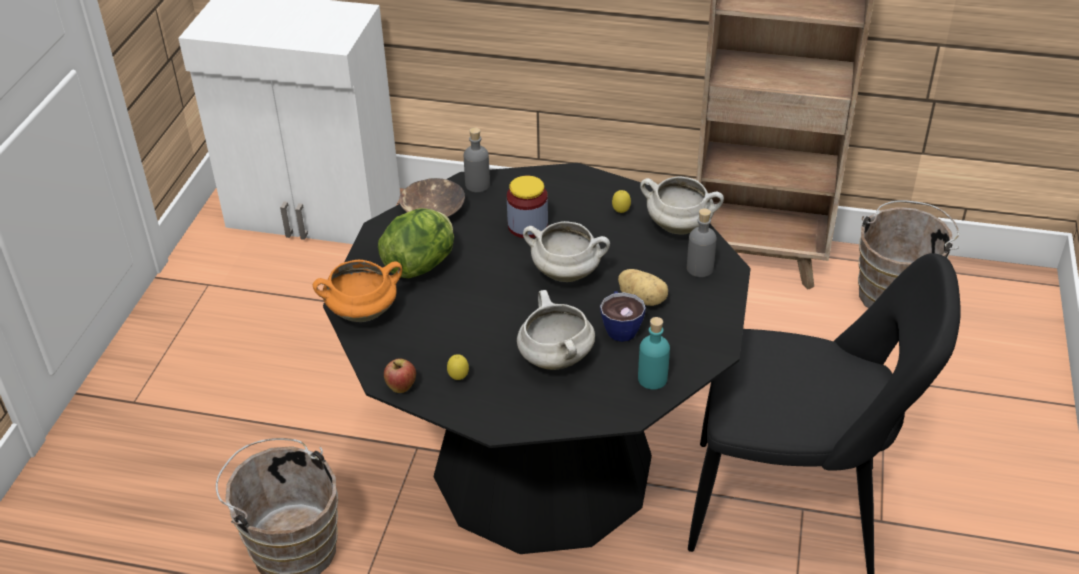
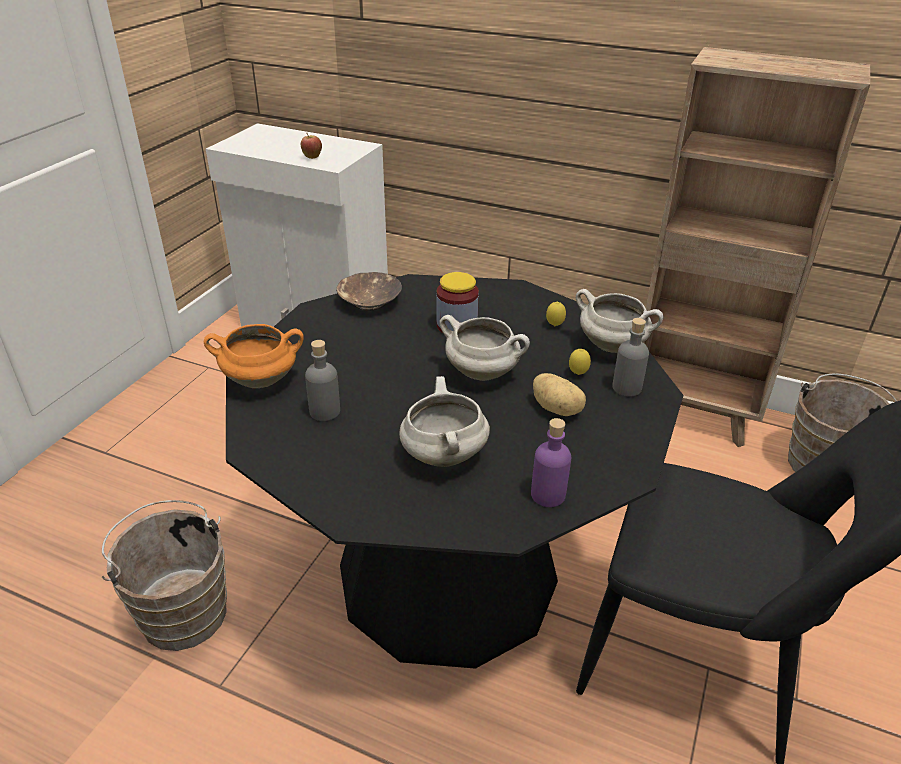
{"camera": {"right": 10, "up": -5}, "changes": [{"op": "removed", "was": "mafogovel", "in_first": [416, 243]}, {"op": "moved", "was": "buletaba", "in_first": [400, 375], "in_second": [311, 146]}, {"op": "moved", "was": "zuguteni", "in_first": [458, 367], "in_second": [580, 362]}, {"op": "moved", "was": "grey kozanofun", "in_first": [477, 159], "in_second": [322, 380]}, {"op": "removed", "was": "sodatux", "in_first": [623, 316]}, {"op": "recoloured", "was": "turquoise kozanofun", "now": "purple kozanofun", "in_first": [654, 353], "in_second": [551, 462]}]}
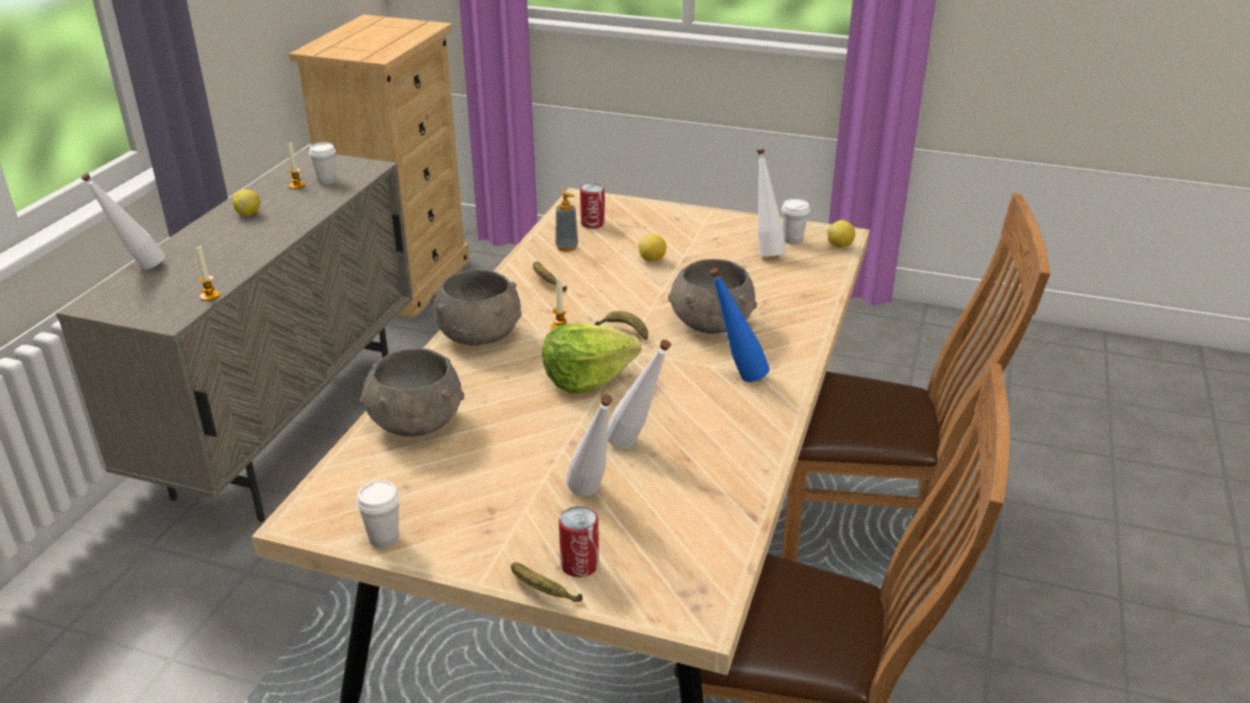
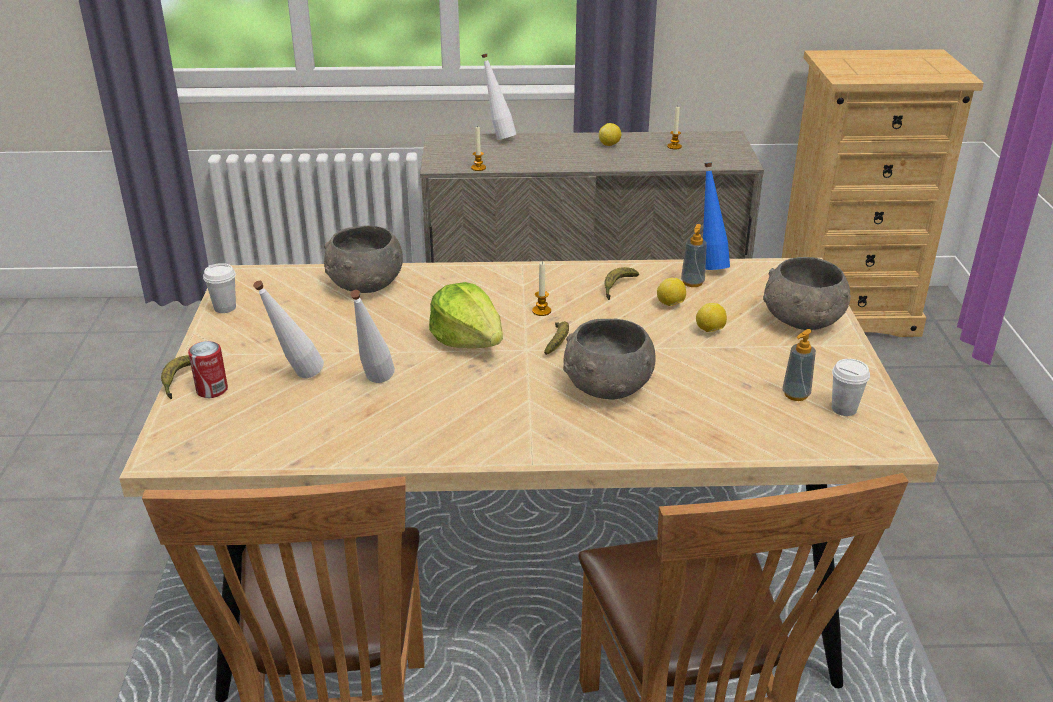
{"camera": {"right": 70, "up": 0}, "changes": [{"op": "removed", "was": "white sodatux", "in_first": [322, 163]}, {"op": "moved", "was": "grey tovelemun", "in_first": [478, 307], "in_second": [807, 293]}, {"op": "removed", "was": "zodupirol", "in_first": [592, 205]}, {"op": "moved", "was": "blue kozanofun", "in_first": [740, 325], "in_second": [716, 216]}, {"op": "replaced", "was": "white kozanofun", "now": "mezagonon", "in_first": [771, 202], "in_second": [799, 365]}, {"op": "moved", "was": "zuguteni", "in_first": [841, 233], "in_second": [671, 292]}]}
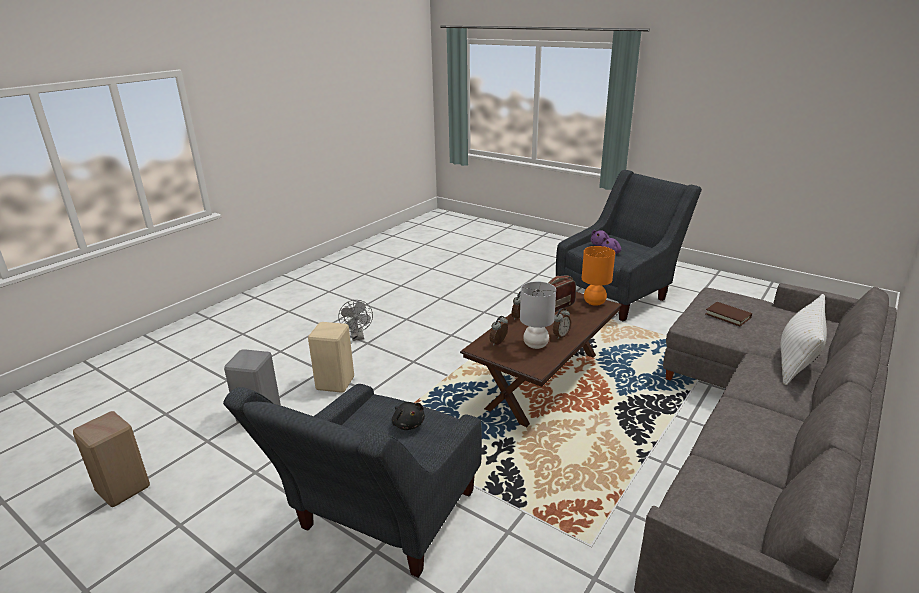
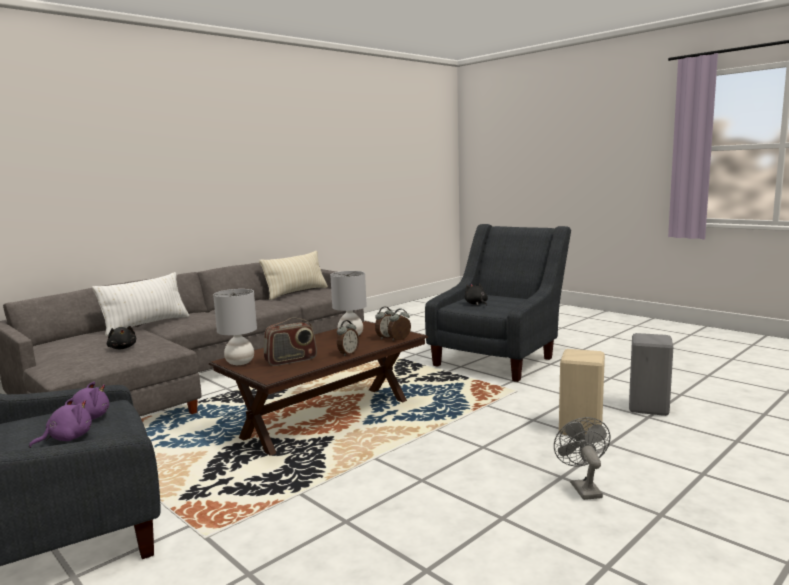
{"camera": {"right": -170, "up": -15}, "changes": [{"op": "removed", "was": "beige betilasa", "in_first": [111, 459]}, {"op": "moved", "was": "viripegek", "in_first": [562, 323], "in_second": [399, 324]}, {"op": "recoloured", "was": "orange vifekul", "now": "grey vifekul", "in_first": [598, 276], "in_second": [235, 327]}, {"op": "replaced", "was": "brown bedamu", "now": "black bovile", "in_first": [728, 314], "in_second": [121, 337]}, {"op": "added", "now": "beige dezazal", "in_second": [293, 275]}]}
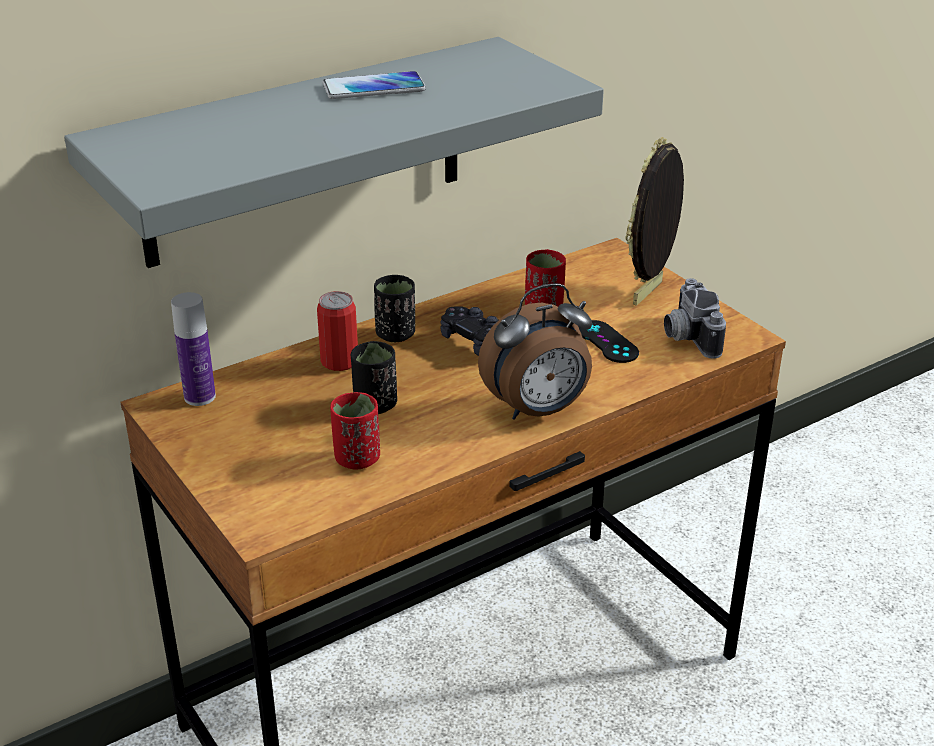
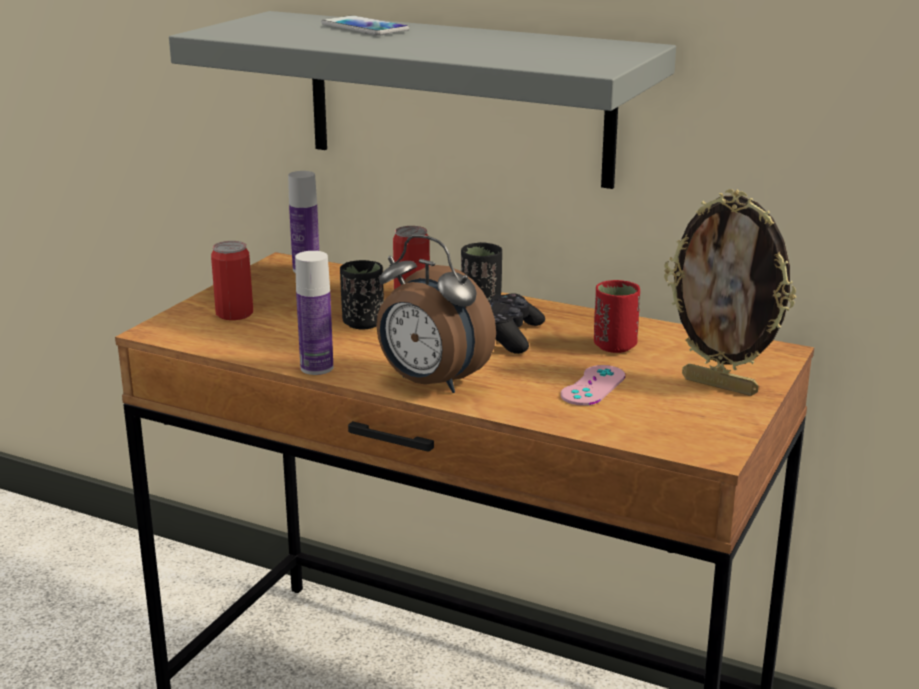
{"camera": {"right": 60, "up": -10}, "changes": [{"op": "moved", "was": "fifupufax", "in_first": [374, 85], "in_second": [365, 25]}, {"op": "removed", "was": "red sodatux", "in_first": [355, 430]}, {"op": "recoloured", "was": "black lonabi", "now": "pink lonabi", "in_first": [608, 341], "in_second": [593, 385]}, {"op": "turned", "was": "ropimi", "in_first": [655, 221], "in_second": [730, 292], "clockwise": -150}, {"op": "removed", "was": "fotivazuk", "in_first": [695, 318]}, {"op": "added", "now": "zodupirol", "in_second": [232, 280]}, {"op": "added", "now": "kozanofun", "in_second": [314, 313]}]}
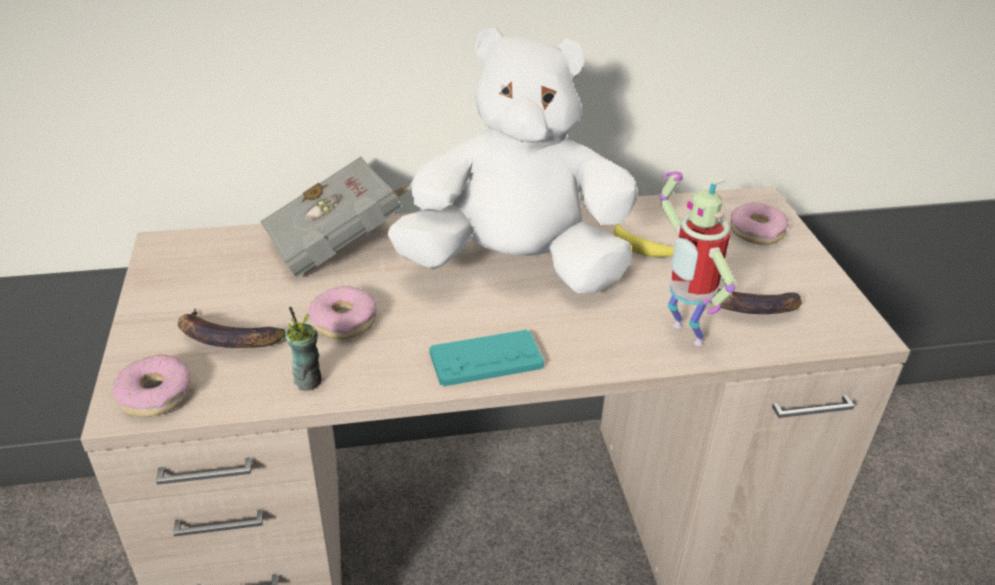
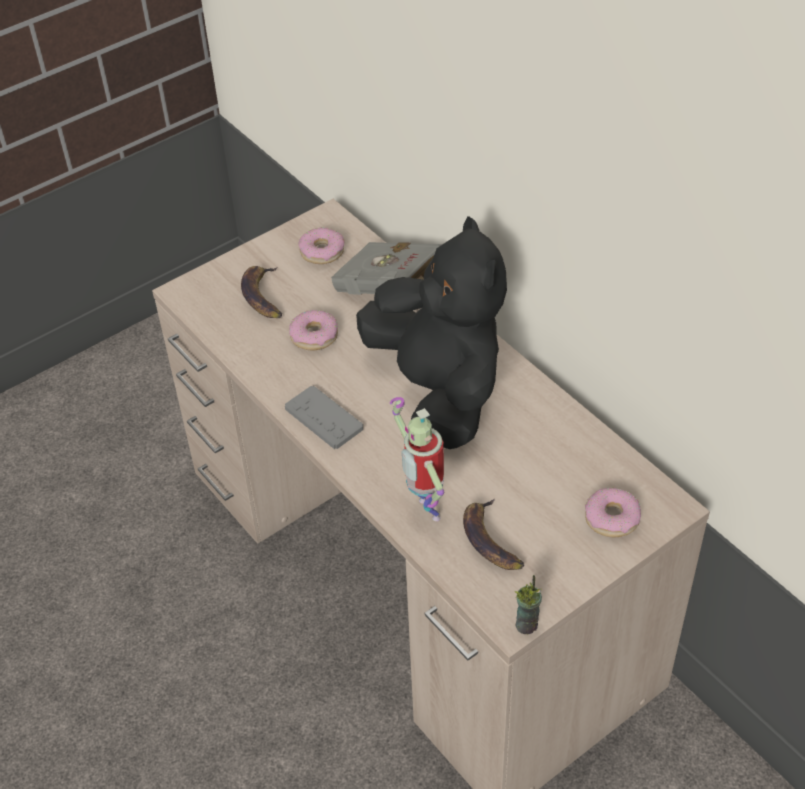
{"camera": {"right": 65, "up": 10}, "changes": [{"op": "moved", "was": "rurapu", "in_first": [151, 385], "in_second": [321, 245]}, {"op": "moved", "was": "sodatux", "in_first": [303, 348], "in_second": [528, 604]}, {"op": "recoloured", "was": "white bovile", "now": "black bovile", "in_first": [513, 160], "in_second": [431, 332]}, {"op": "recoloured", "was": "turquoise lonabi", "now": "grey lonabi", "in_first": [486, 358], "in_second": [324, 417]}, {"op": "removed", "was": "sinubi", "in_first": [644, 240]}, {"op": "turned", "was": "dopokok", "in_first": [698, 259], "in_second": [417, 459], "clockwise": -60}]}
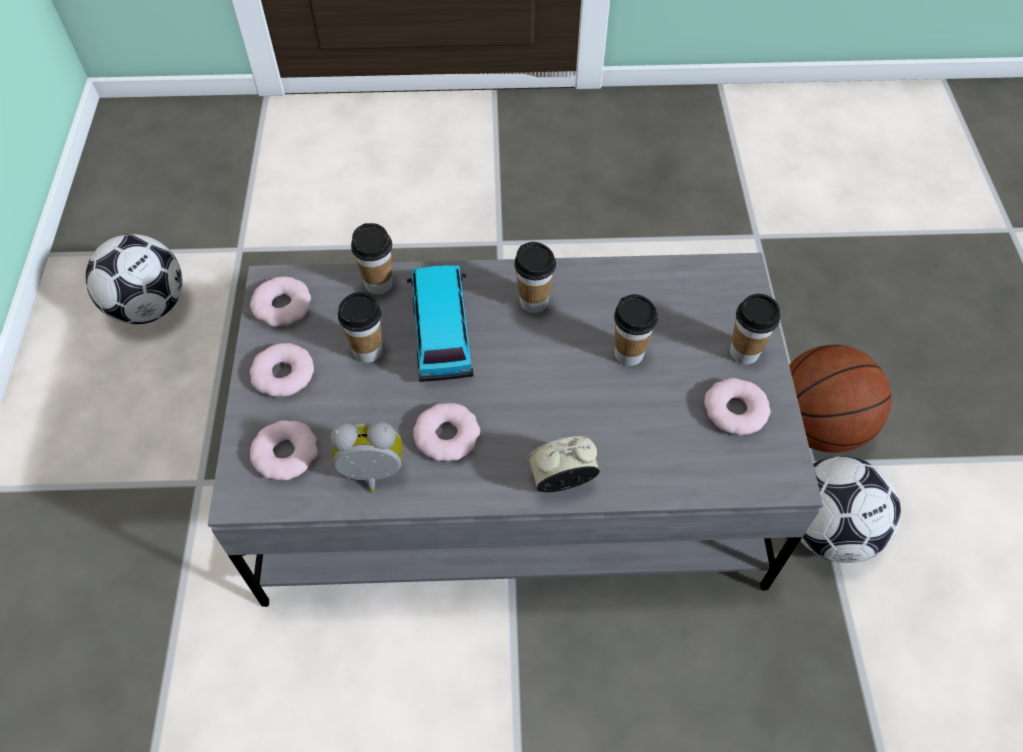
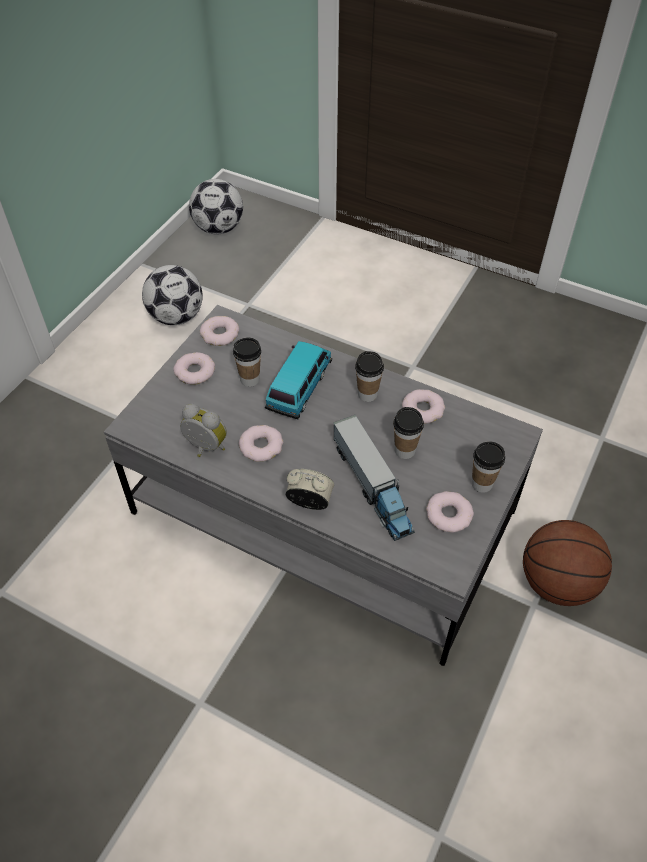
{"camera": {"right": 30, "up": -5}, "changes": [{"op": "moved", "was": "rurapu", "in_first": [284, 450], "in_second": [423, 406]}, {"op": "removed", "was": "sodatux", "in_first": [372, 259]}, {"op": "moved", "was": "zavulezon", "in_first": [850, 509], "in_second": [216, 206]}, {"op": "added", "now": "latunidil", "in_second": [374, 478]}]}
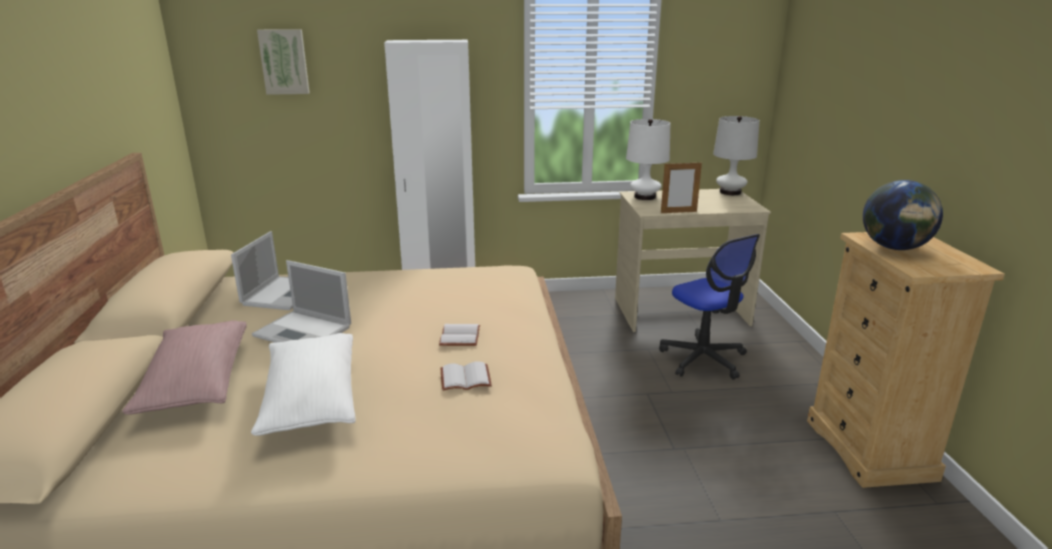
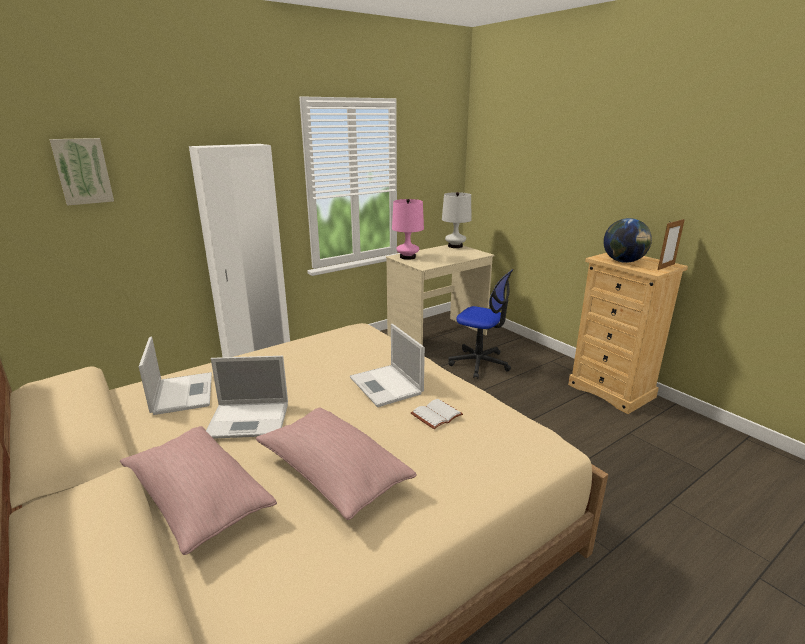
{"camera": {"right": -30, "up": 0}, "changes": [{"op": "recoloured", "was": "white dezazal", "now": "pink dezazal", "in_first": [303, 384], "in_second": [336, 463]}, {"op": "replaced", "was": "white bedamu", "now": "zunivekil", "in_first": [459, 335], "in_second": [387, 365]}, {"op": "recoloured", "was": "white vifekul", "now": "pink vifekul", "in_first": [648, 159], "in_second": [408, 229]}, {"op": "moved", "was": "ropimi", "in_first": [681, 187], "in_second": [671, 244]}]}
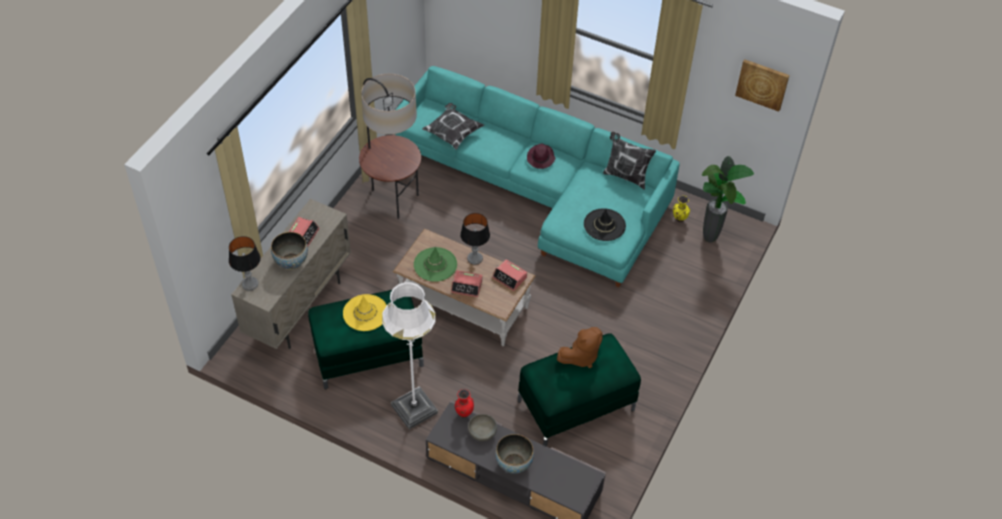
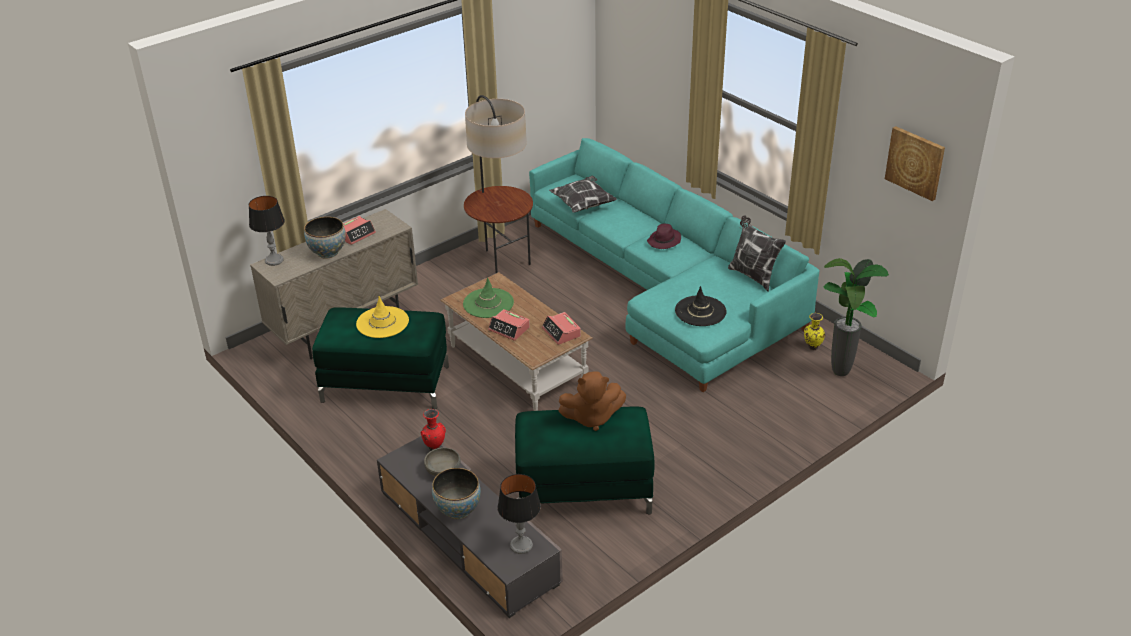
{"camera": {"right": 25, "up": -15}, "changes": [{"op": "removed", "was": "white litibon", "in_first": [410, 355]}, {"op": "moved", "was": "vifekul", "in_first": [475, 239], "in_second": [519, 514]}]}
